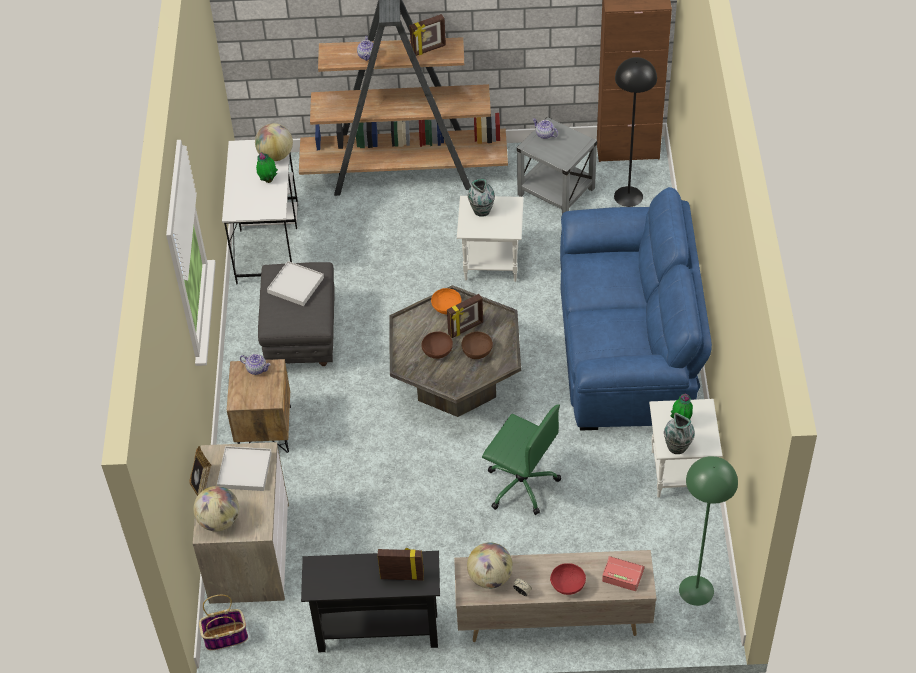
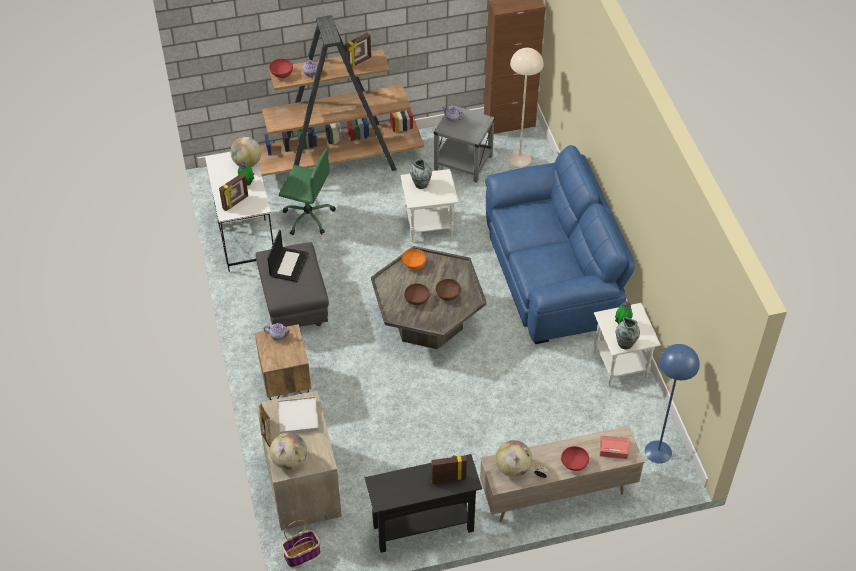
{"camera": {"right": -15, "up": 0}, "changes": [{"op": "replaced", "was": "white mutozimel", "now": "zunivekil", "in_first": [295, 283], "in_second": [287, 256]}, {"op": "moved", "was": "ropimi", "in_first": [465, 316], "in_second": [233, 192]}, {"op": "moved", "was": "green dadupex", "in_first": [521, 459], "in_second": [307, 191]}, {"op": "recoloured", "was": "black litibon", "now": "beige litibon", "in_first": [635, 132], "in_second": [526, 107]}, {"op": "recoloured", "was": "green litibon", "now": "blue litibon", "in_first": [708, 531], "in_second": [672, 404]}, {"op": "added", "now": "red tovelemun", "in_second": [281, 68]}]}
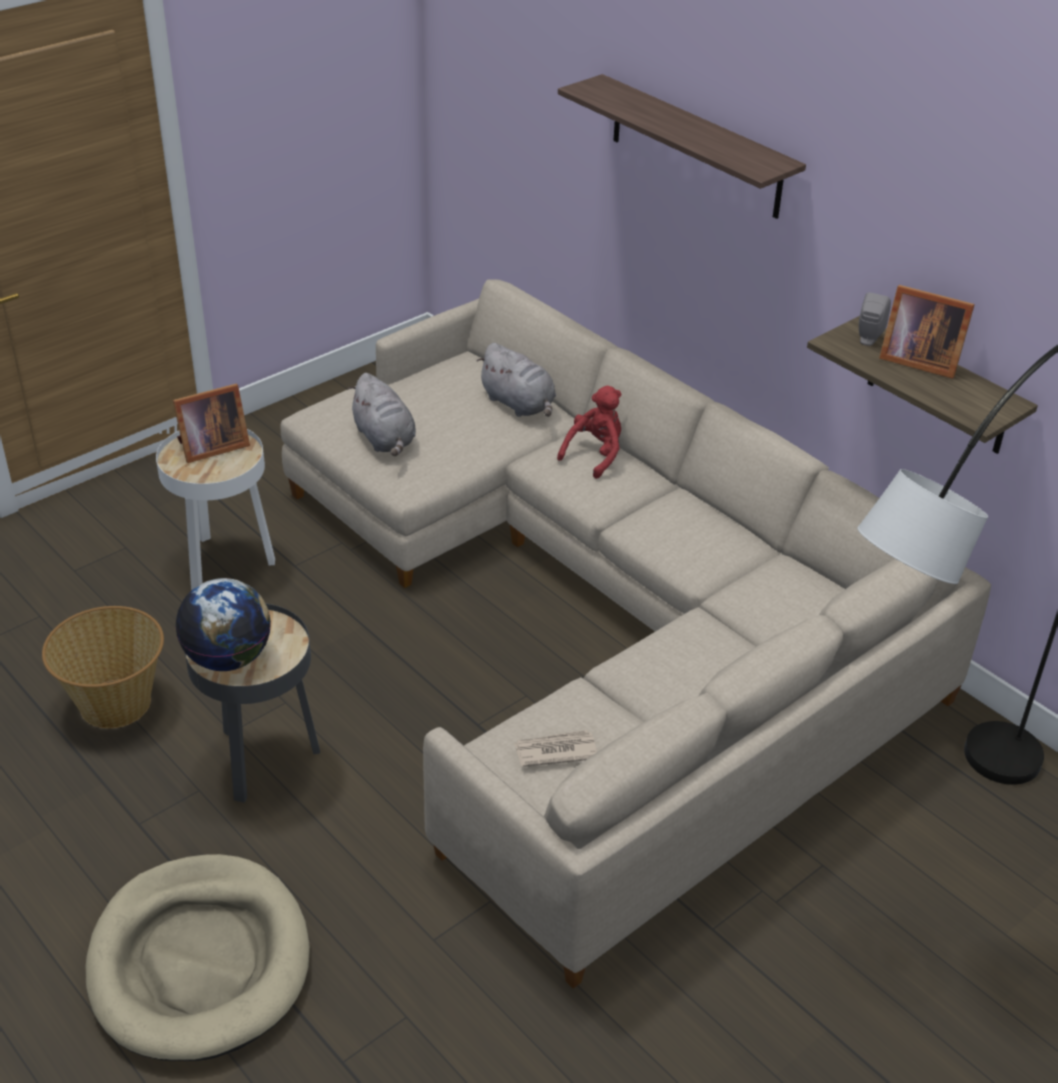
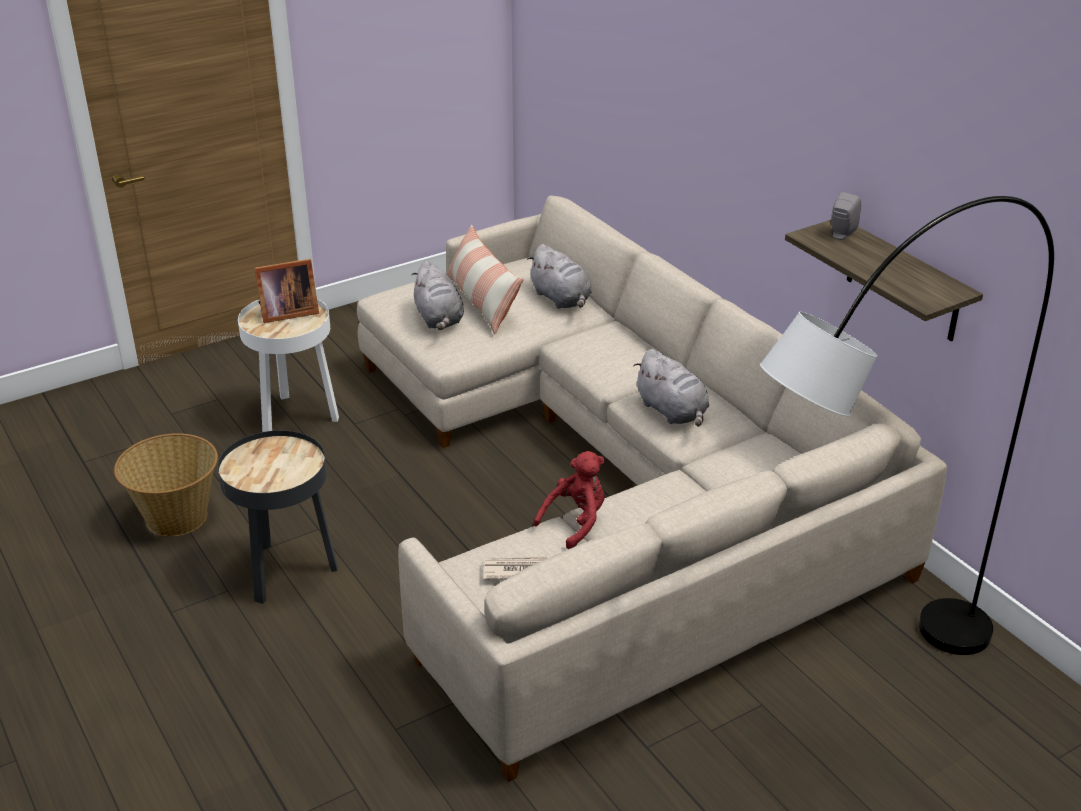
{"camera": {"right": 10, "up": -5}, "changes": [{"op": "removed", "was": "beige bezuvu", "in_first": [198, 957]}, {"op": "removed", "was": "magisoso", "in_first": [223, 624]}, {"op": "moved", "was": "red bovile", "in_first": [589, 432], "in_second": [569, 500]}, {"op": "removed", "was": "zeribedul", "in_first": [682, 146]}, {"op": "removed", "was": "ropimi", "in_first": [927, 332]}, {"op": "added", "now": "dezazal", "in_second": [485, 279]}, {"op": "added", "now": "grey bovile", "in_second": [671, 388]}]}
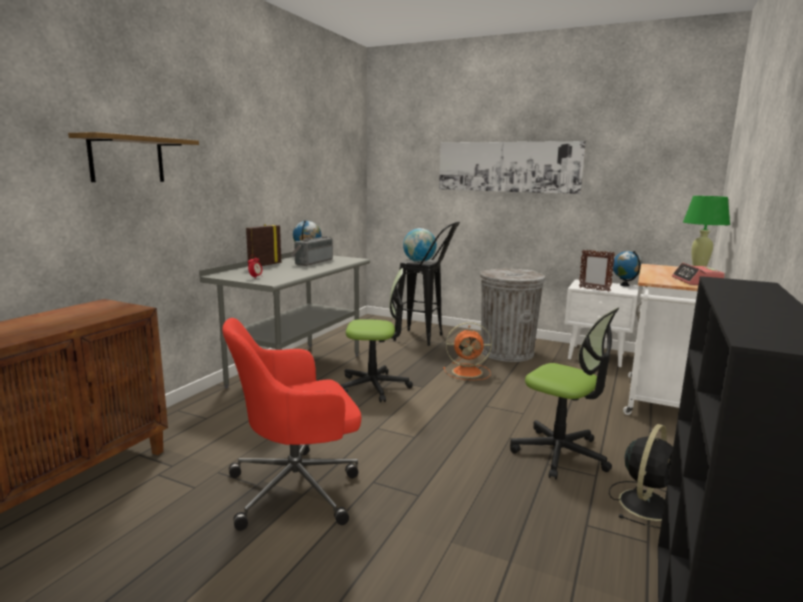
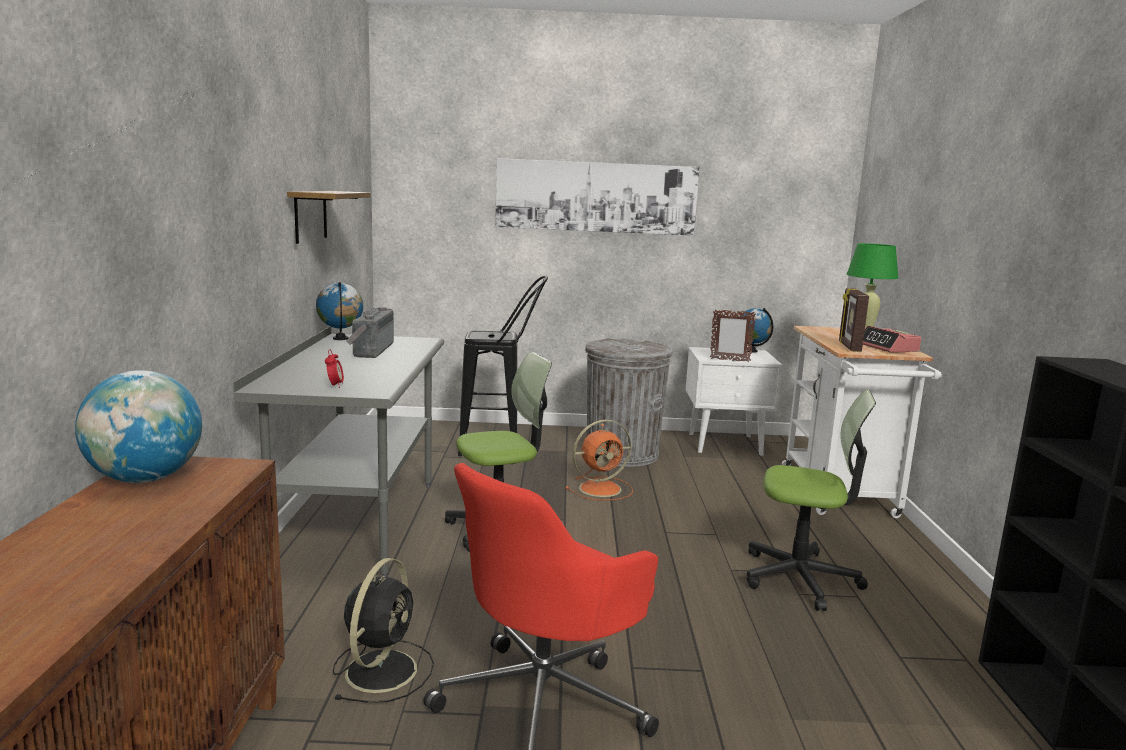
{"camera": {"right": -25, "up": 0}, "changes": [{"op": "moved", "was": "zeribedul", "in_first": [133, 157], "in_second": [329, 217]}, {"op": "moved", "was": "ropimi", "in_first": [263, 245], "in_second": [854, 320]}, {"op": "moved", "was": "magisoso", "in_first": [420, 245], "in_second": [138, 426]}, {"op": "moved", "was": "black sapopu", "in_first": [641, 476], "in_second": [383, 630]}]}
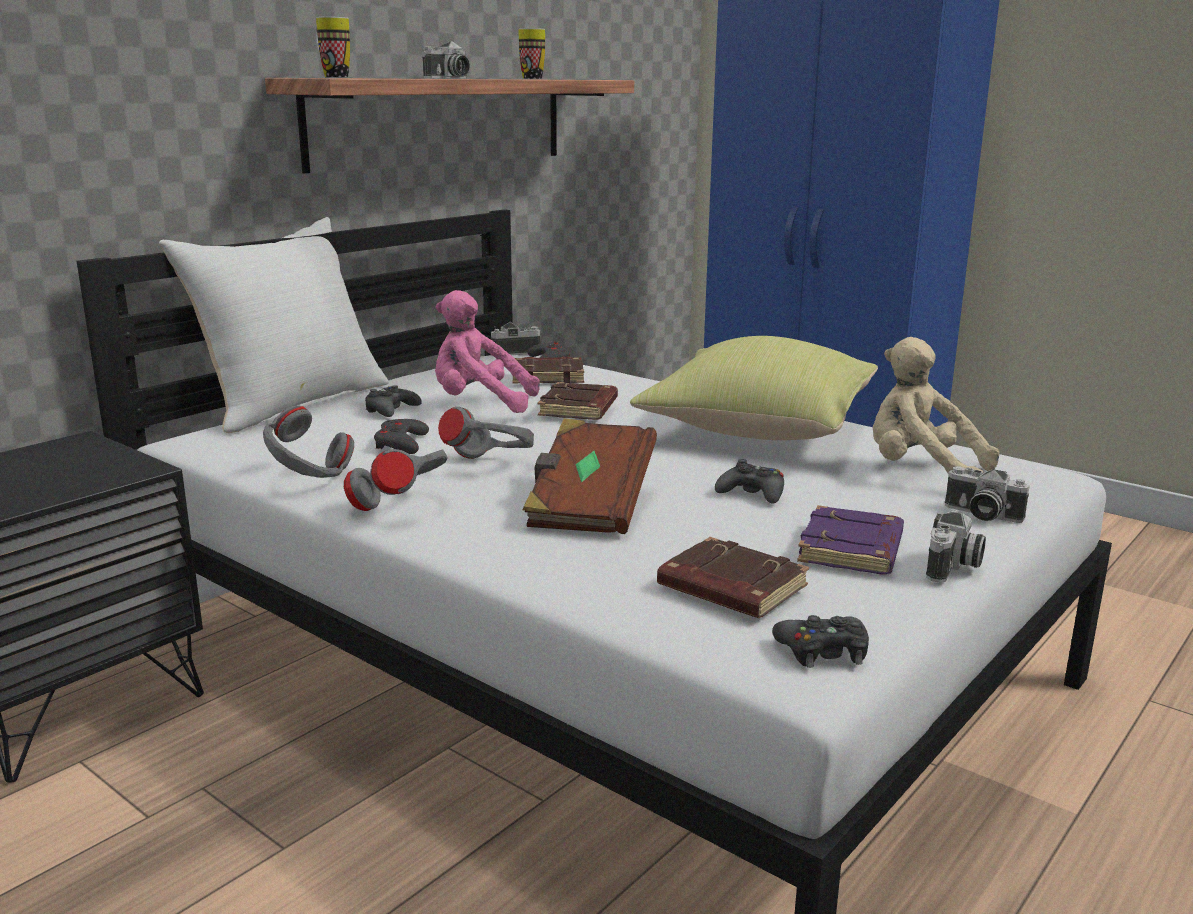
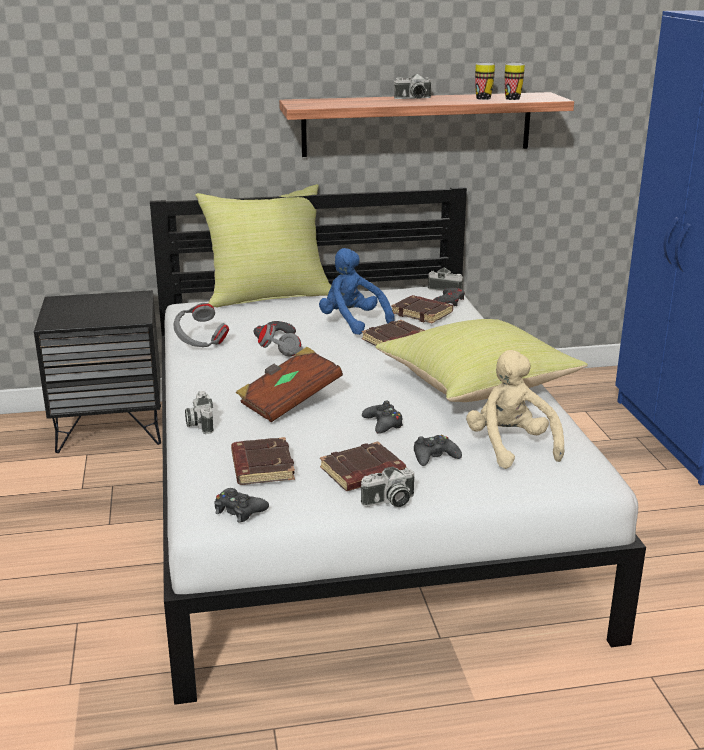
{"camera": {"right": 40, "up": 5}, "changes": [{"op": "recoloured", "was": "white dezazal", "now": "yellow dezazal", "in_first": [274, 325], "in_second": [263, 245]}, {"op": "moved", "was": "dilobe", "in_first": [332, 47], "in_second": [515, 81]}, {"op": "removed", "was": "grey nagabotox", "in_first": [396, 480]}, {"op": "moved", "was": "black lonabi", "in_first": [393, 401], "in_second": [438, 450]}, {"op": "recoloured", "was": "pink bovile", "now": "blue bovile", "in_first": [487, 351], "in_second": [357, 291]}, {"op": "recoloured", "was": "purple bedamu", "now": "brown bedamu", "in_first": [850, 540], "in_second": [363, 466]}, {"op": "moved", "was": "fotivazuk", "in_first": [987, 494], "in_second": [199, 412]}]}
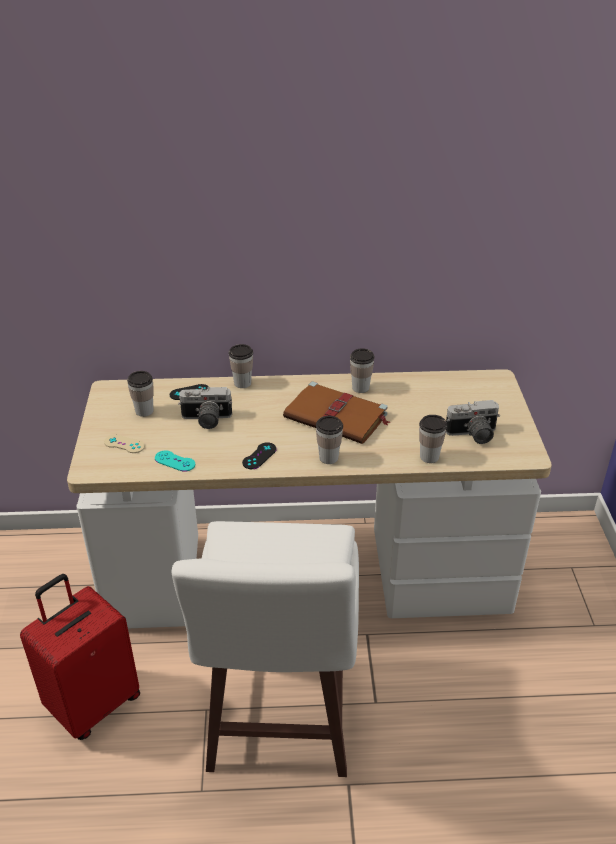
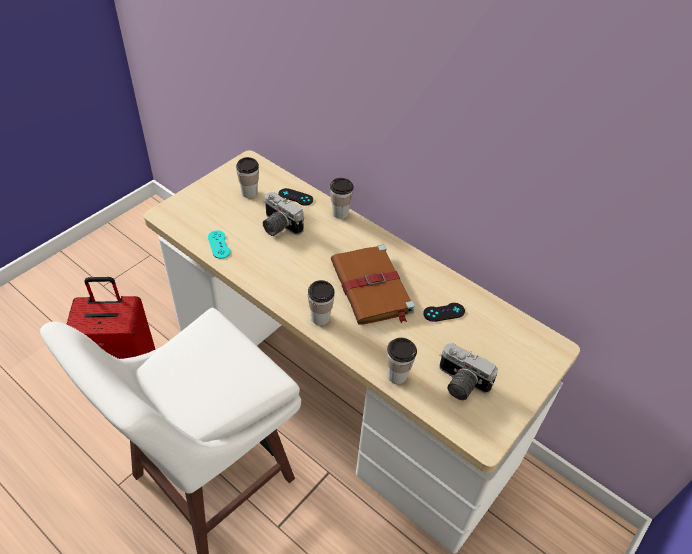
{"camera": {"right": 40, "up": 10}, "changes": [{"op": "removed", "was": "beige lonabi", "in_first": [124, 444]}, {"op": "moved", "was": "black lonabi", "in_first": [259, 455], "in_second": [444, 312]}, {"op": "removed", "was": "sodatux", "in_first": [362, 370]}]}
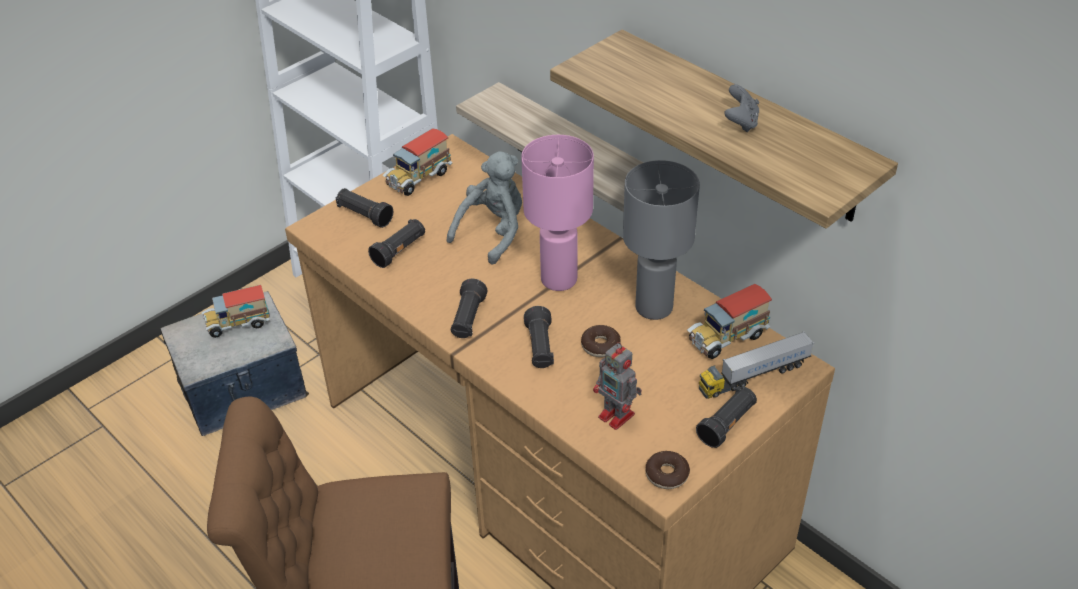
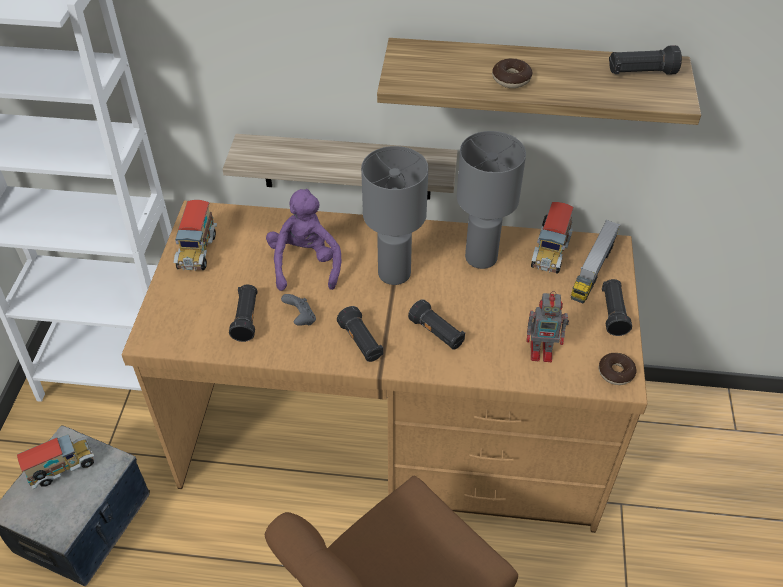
{"camera": {"right": -40, "up": 5}, "changes": [{"op": "turned", "was": "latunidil", "in_first": [235, 311], "in_second": [55, 461], "clockwise": -150}, {"op": "moved", "was": "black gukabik", "in_first": [364, 208], "in_second": [645, 60]}, {"op": "recoloured", "was": "grey bovile", "now": "purple bovile", "in_first": [484, 208], "in_second": [303, 240]}, {"op": "recoloured", "was": "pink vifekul", "now": "grey vifekul", "in_first": [557, 213], "in_second": [394, 215]}, {"op": "moved", "was": "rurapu", "in_first": [601, 341], "in_second": [512, 73]}, {"op": "moved", "was": "grey lonabi", "in_first": [741, 108], "in_second": [298, 310]}]}
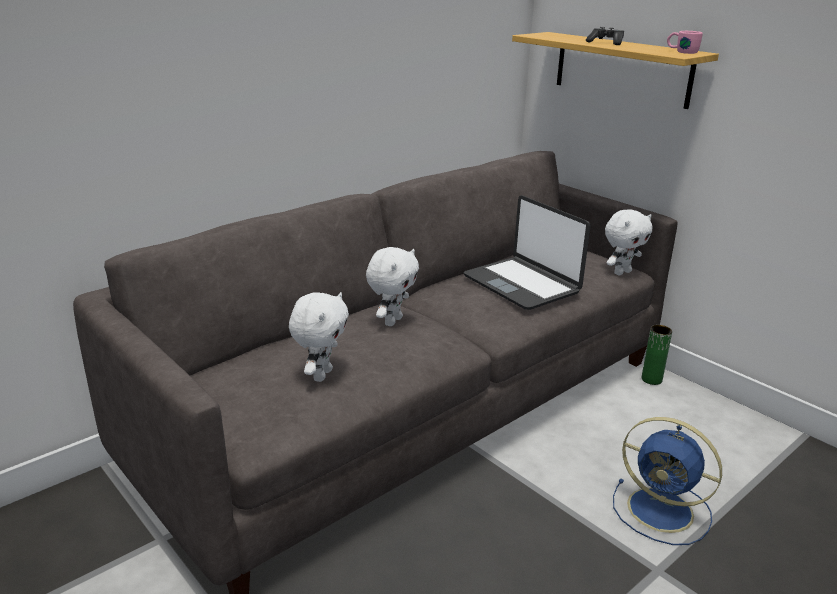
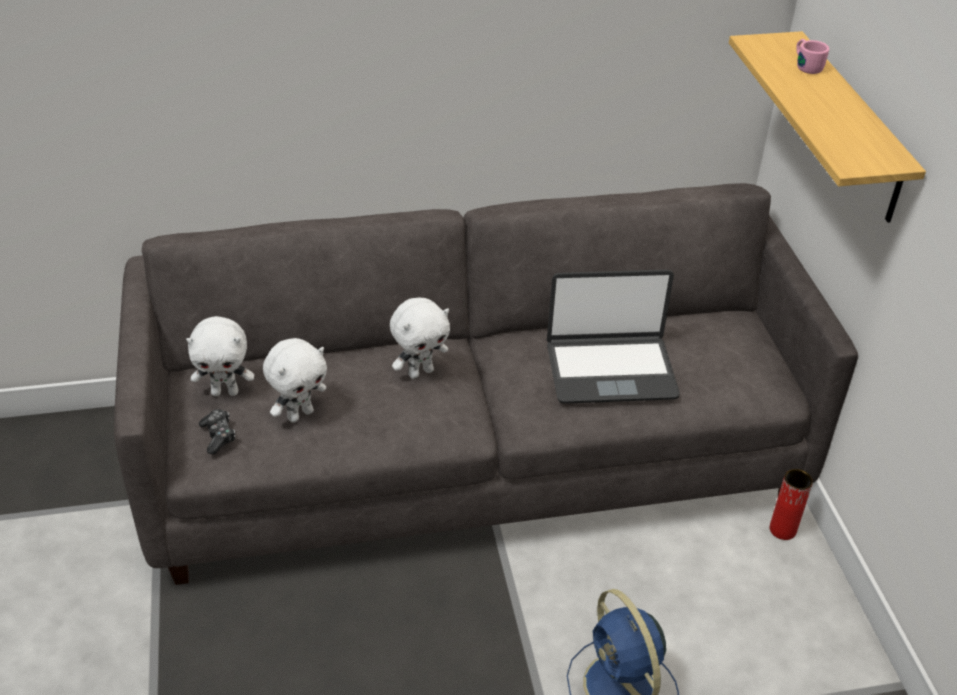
{"camera": {"right": 30, "up": 15}, "changes": [{"op": "turned", "was": "zunivekil", "in_first": [527, 252], "in_second": [613, 337], "clockwise": -90}, {"op": "moved", "was": "lonabi", "in_first": [605, 36], "in_second": [217, 431]}, {"op": "moved", "was": "white bovile", "in_first": [628, 242], "in_second": [220, 356]}, {"op": "recoloured", "was": "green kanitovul", "now": "red kanitovul", "in_first": [656, 355], "in_second": [791, 504]}, {"op": "moved", "was": "pink dilobe", "in_first": [685, 42], "in_second": [812, 56]}]}
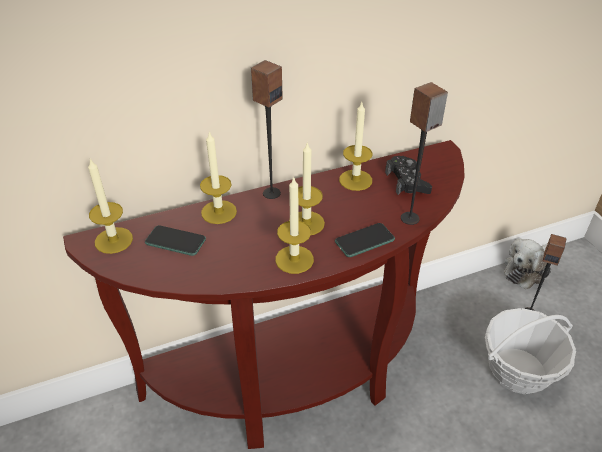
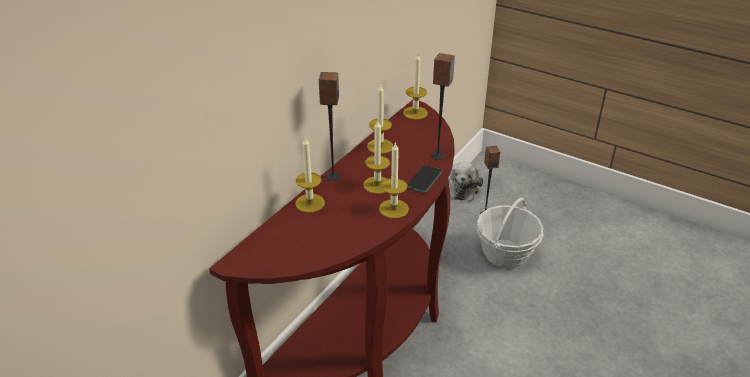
{"camera": {"right": -35, "up": -5}, "changes": [{"op": "moved", "was": "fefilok", "in_first": [110, 206], "in_second": [415, 87]}, {"op": "removed", "was": "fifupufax", "in_first": [175, 240]}, {"op": "removed", "was": "black lonabi", "in_first": [408, 175]}]}
